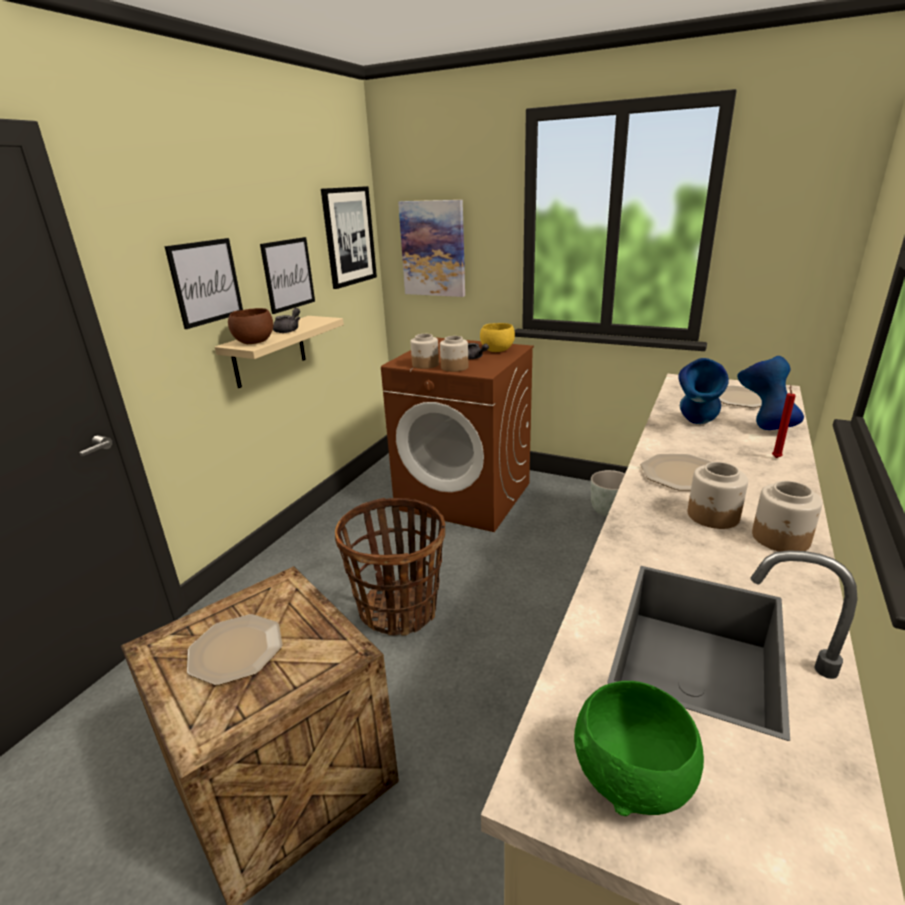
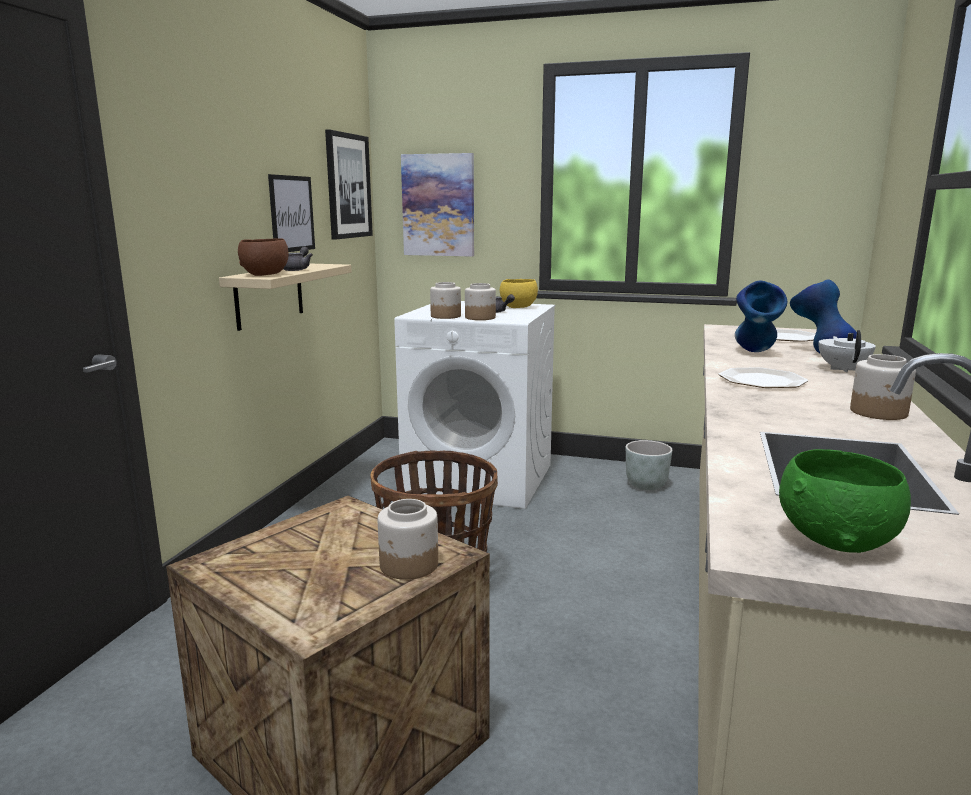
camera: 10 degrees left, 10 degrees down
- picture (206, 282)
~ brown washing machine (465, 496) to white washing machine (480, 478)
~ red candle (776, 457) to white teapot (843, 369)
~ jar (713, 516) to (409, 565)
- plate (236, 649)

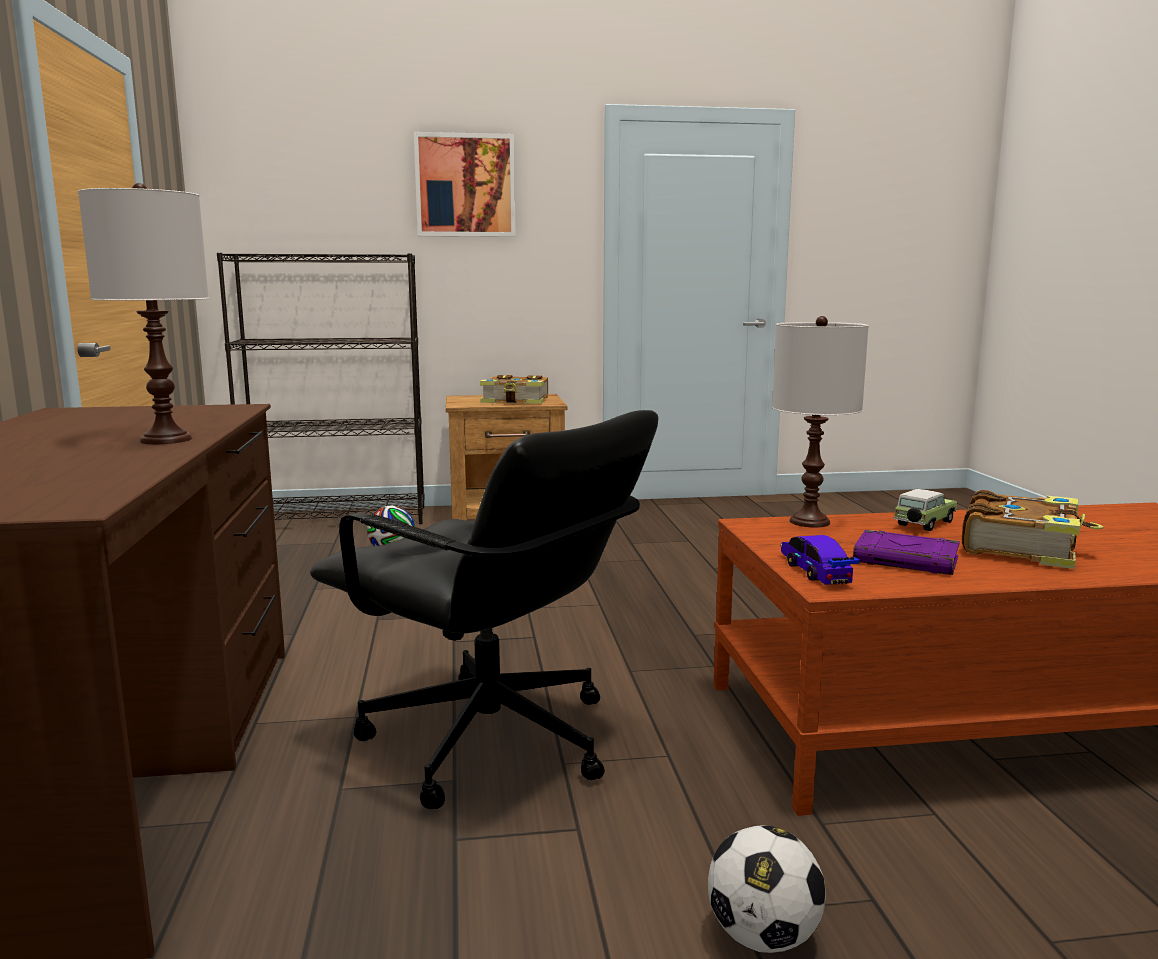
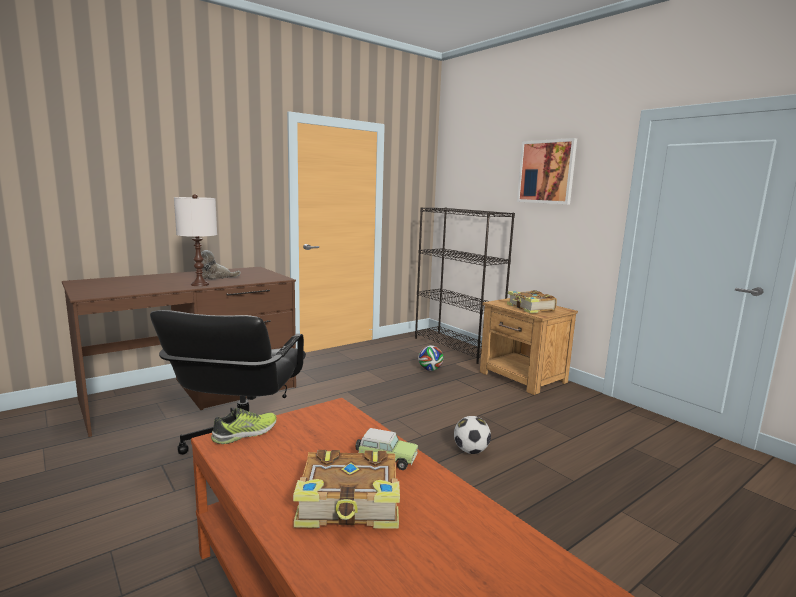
camera: 60 degrees right, 0 degrees up
- white table lamp (809, 522)
- purple book (907, 560)
~ toy car (815, 571) to shoe (246, 433)
~ football (762, 937) to (471, 451)
+ plush toy (215, 277)

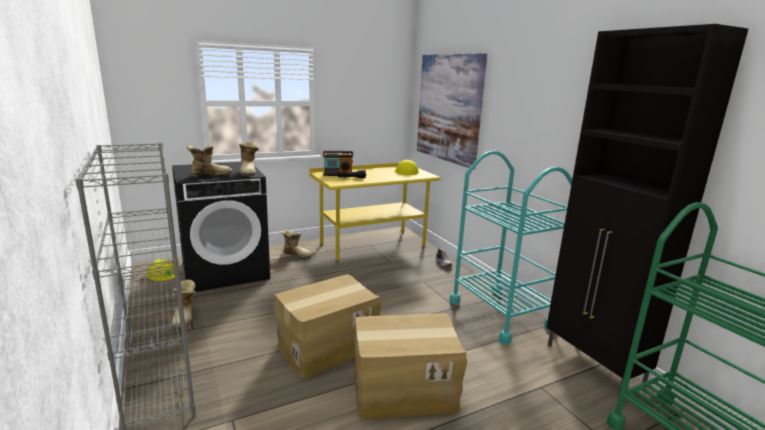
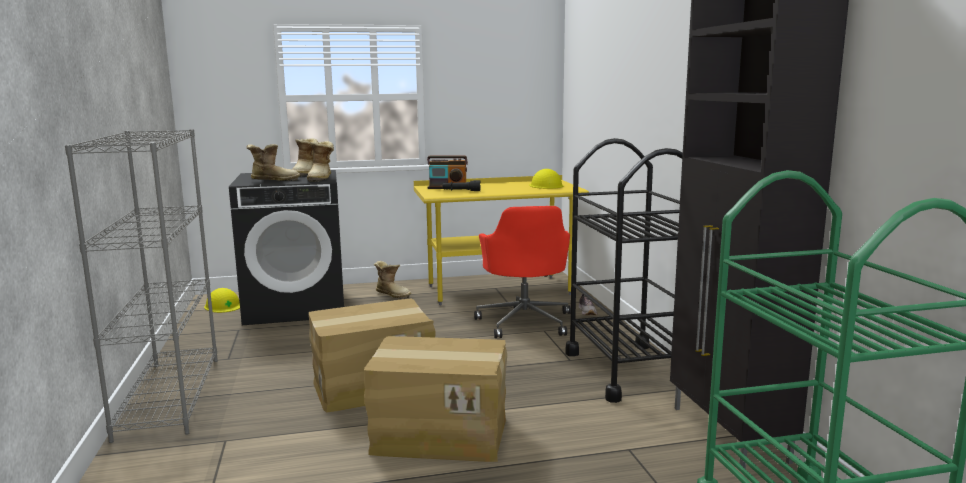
camera: 15 degrees right, 5 degrees down
- picture (449, 108)
~ turquoise cart (500, 314) to black cart (629, 371)
~ boot (185, 317) to (306, 173)
+ red office chair (525, 321)

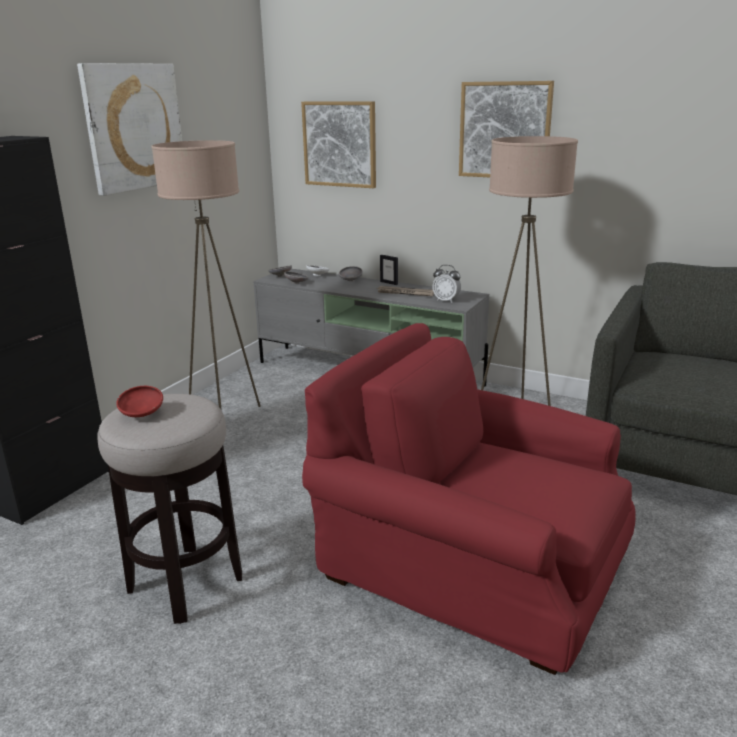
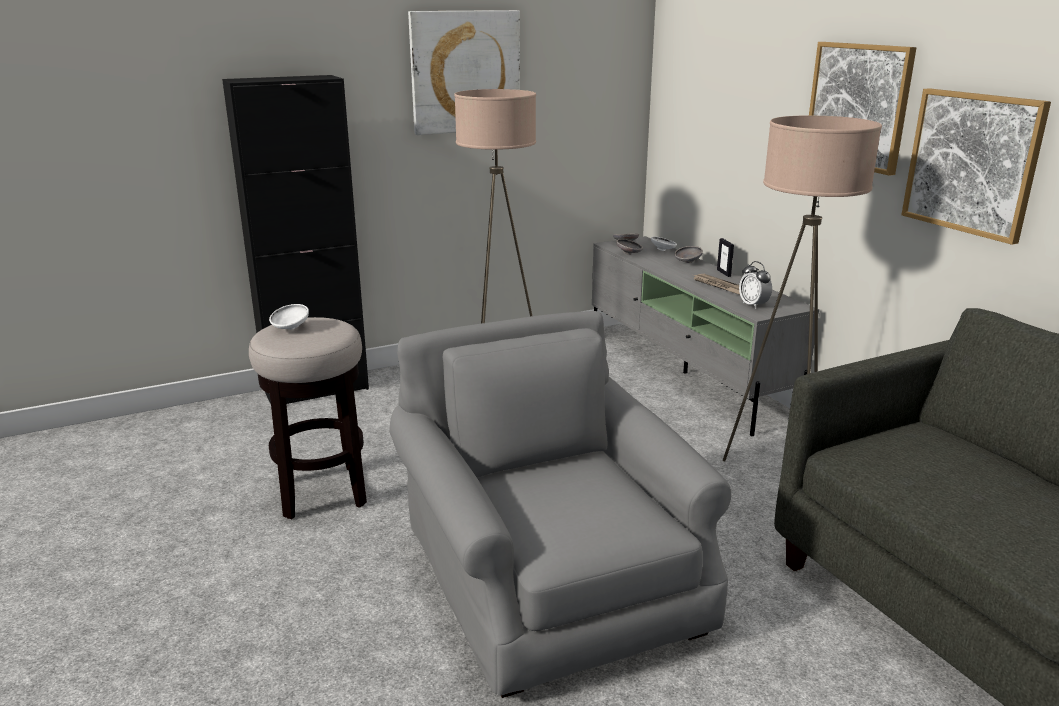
camera: 35 degrees right, 0 degrees up
~ picture (340, 144) to (972, 163)
~ red armchair (472, 566) to grey armchair (551, 580)
~ red bowl (141, 415) to white bowl (290, 328)

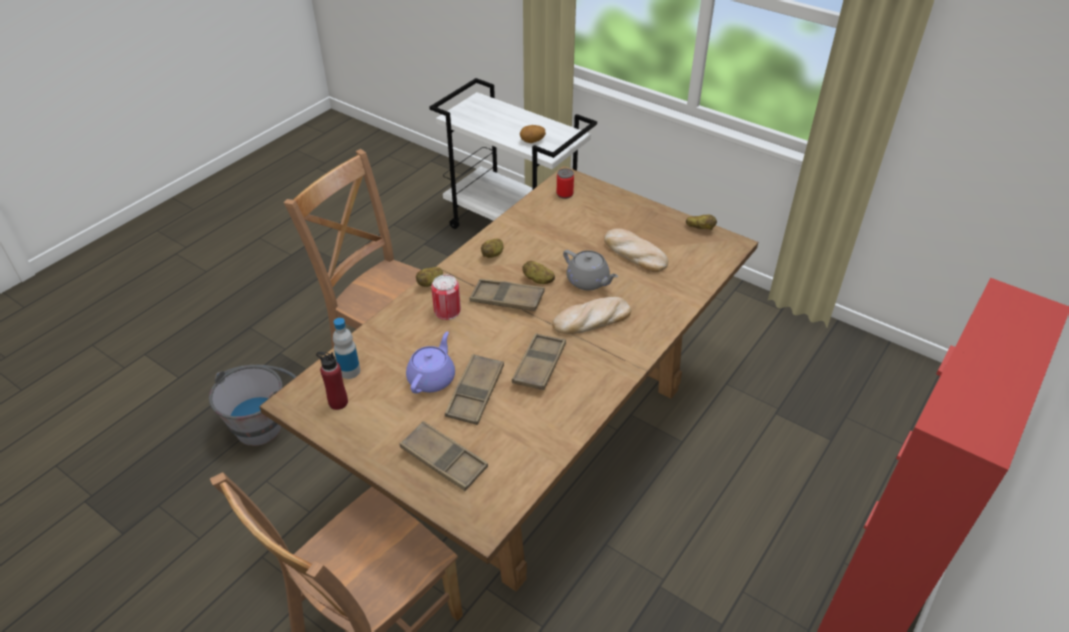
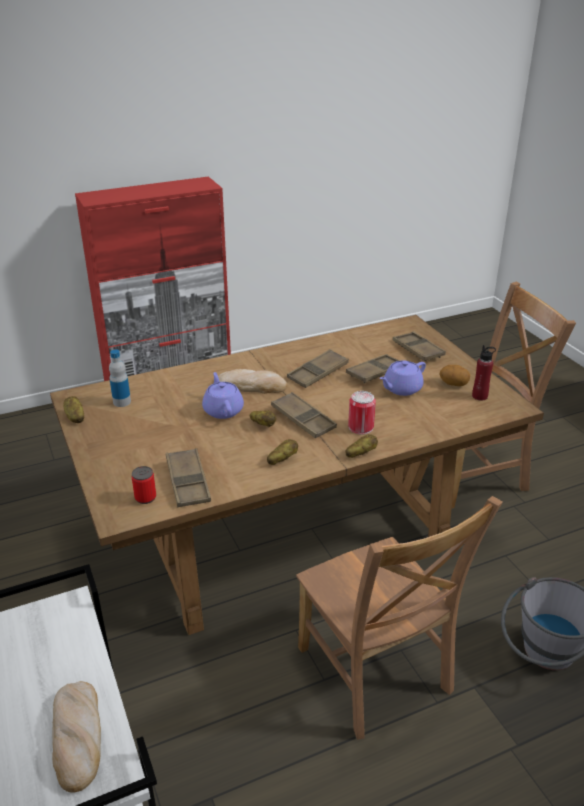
camera: 150 degrees left, 10 degrees down
~ potato (532, 141) to (453, 384)
~ bread (634, 253) to (77, 737)
~ grey teapot (588, 281) to purple teapot (223, 410)
~ bottle (349, 371) to (122, 402)
+ brown tray (188, 482)

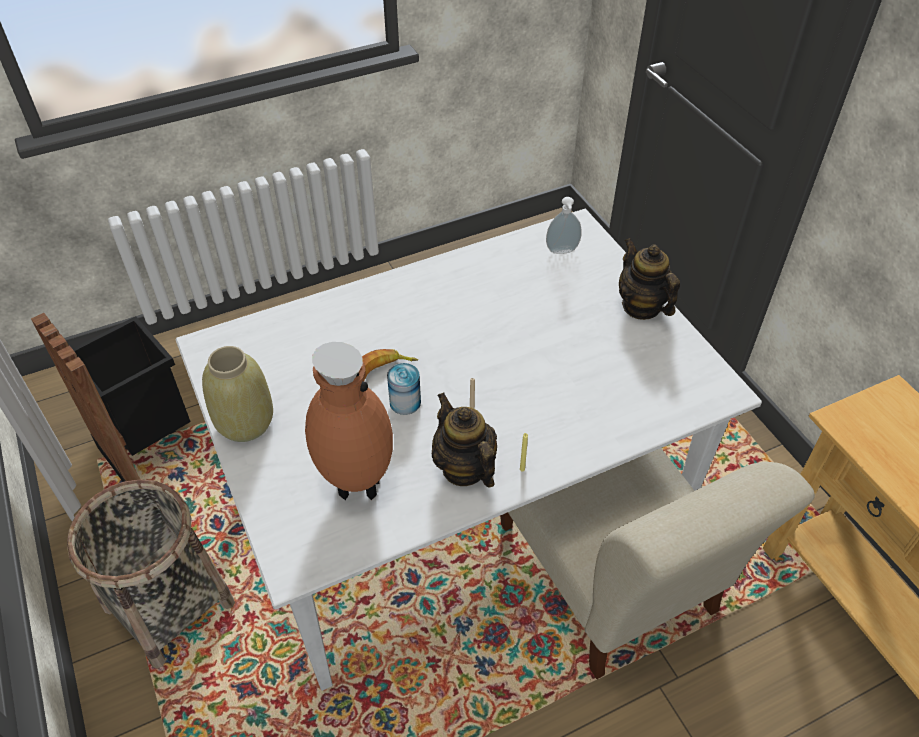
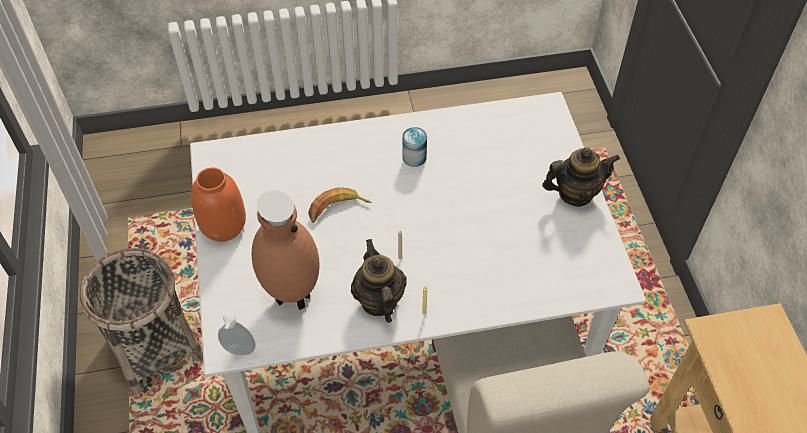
camera: 15 degrees right, 5 degrees up
~ soap dispenser (562, 251) to (239, 352)
~ teapot (641, 306) = (575, 193) 90 degrees clockwise
- black trash can (152, 451)
~ beige vase (246, 422) to orange vase (224, 226)
~ can (405, 402) to (414, 157)

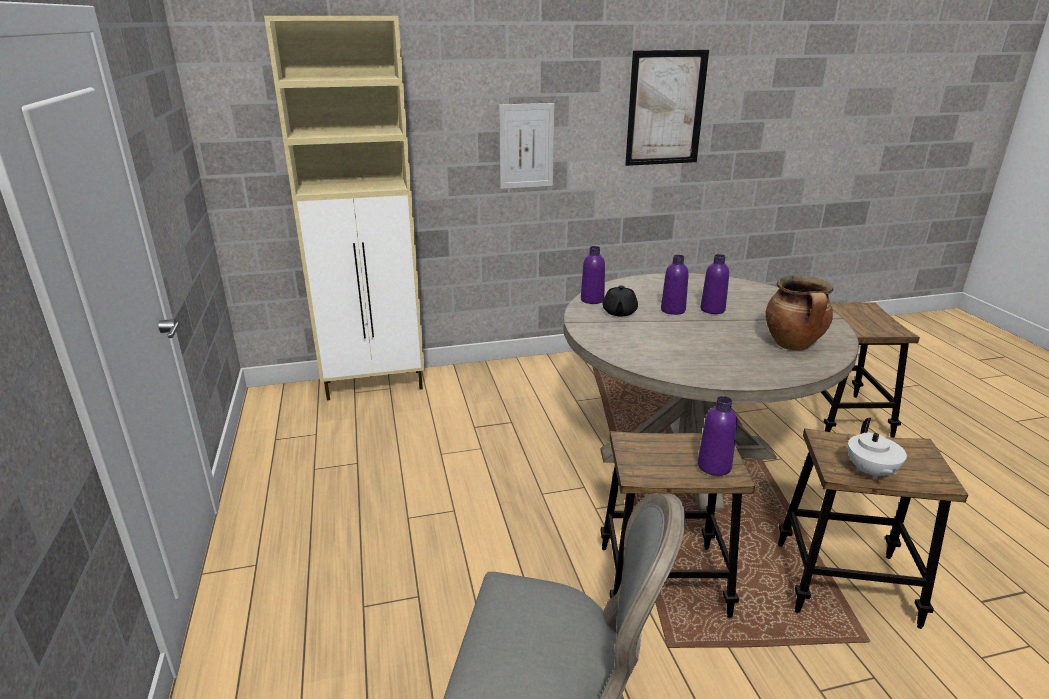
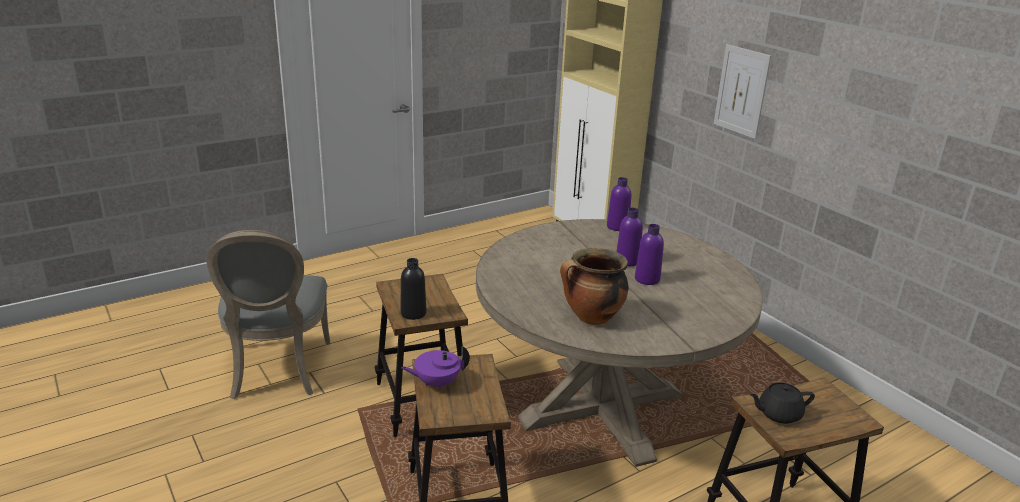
camera: 70 degrees right, 0 degrees up
- picture (665, 108)
~ black teapot (619, 312) to (778, 414)
~ purple bottle (714, 466) to black bottle (413, 313)
~ white teapot (870, 472) to purple teapot (436, 383)

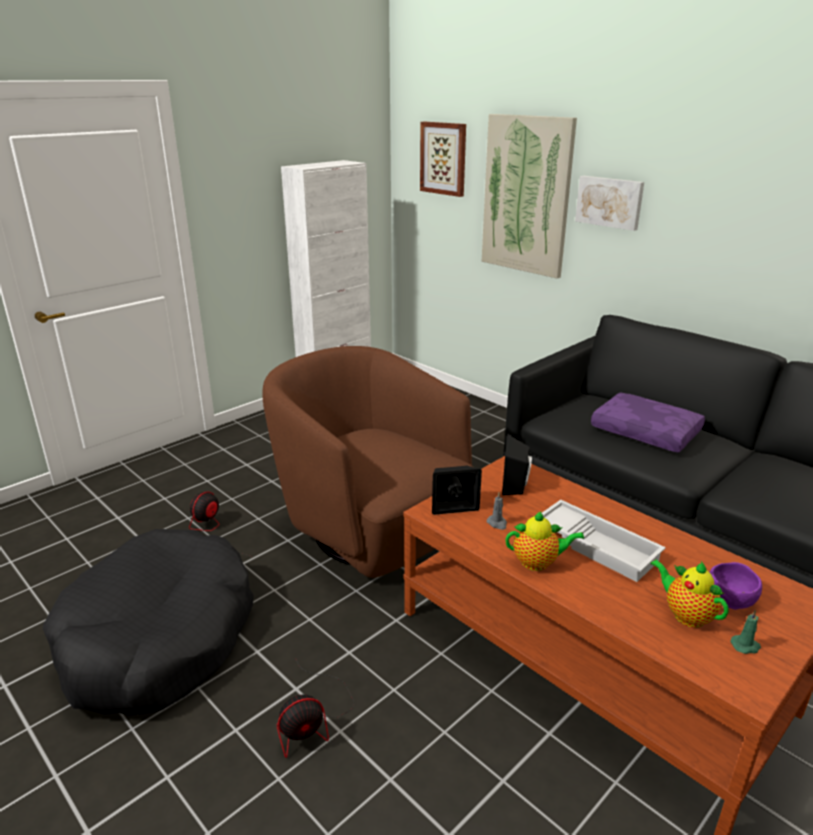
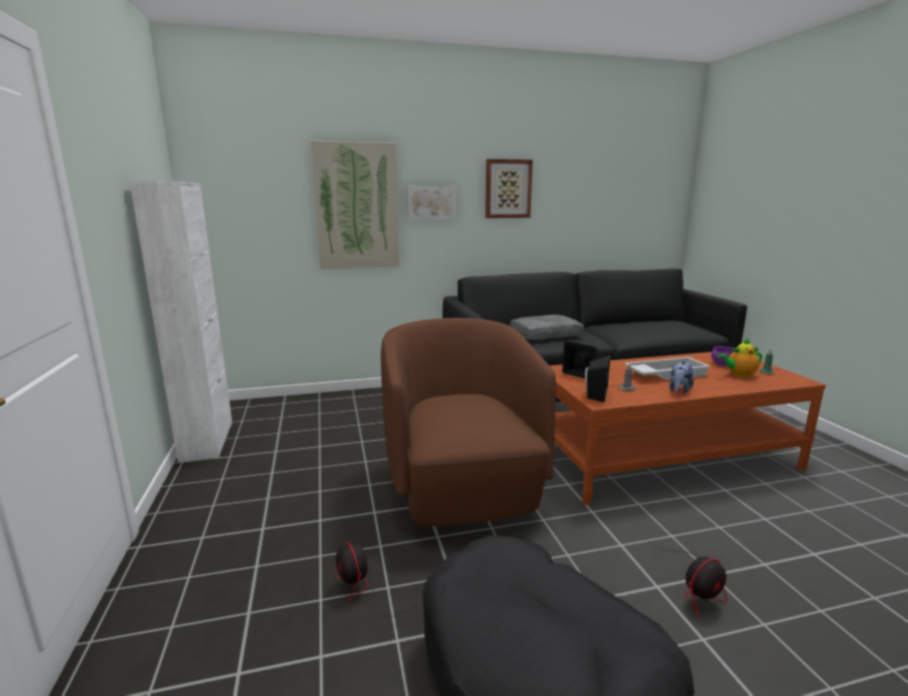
camera: 60 degrees left, 10 degrees down
~ picture (443, 158) to (508, 189)
~ brown armchair (372, 528) = (462, 487) 90 degrees clockwise
~ purple pillow (646, 432) to grey pillow (545, 335)
~ teapot (538, 562) to plush toy (679, 390)
~ fan (312, 720) = (698, 586) 60 degrees clockwise

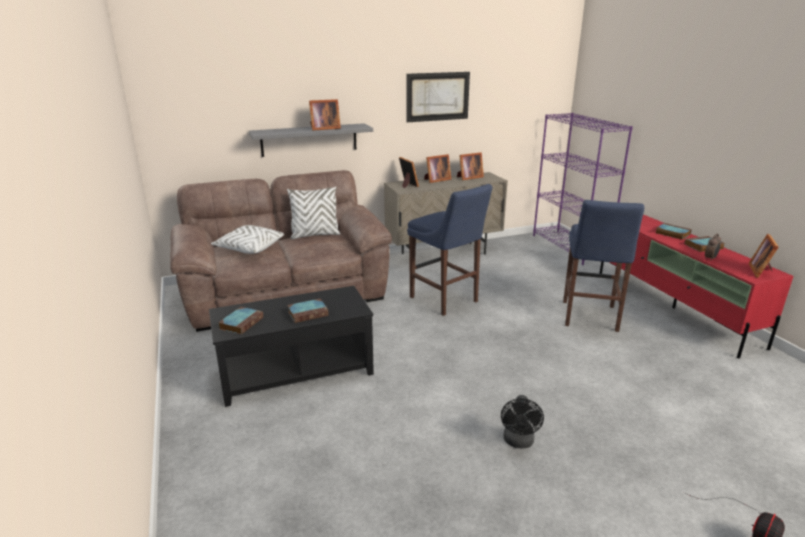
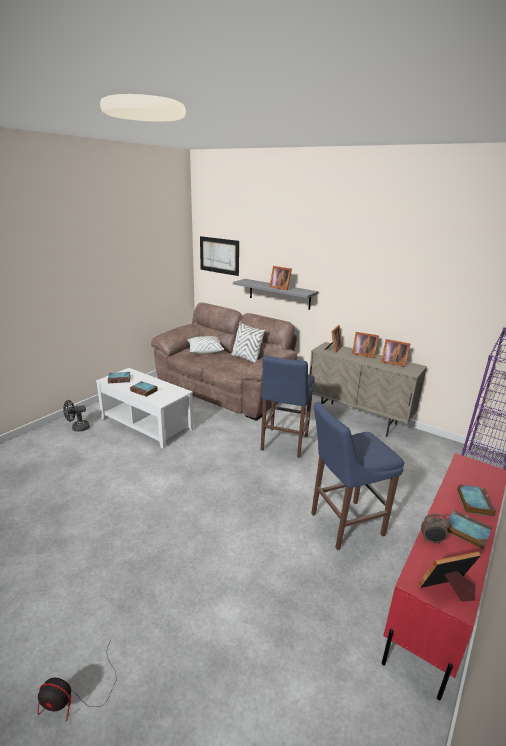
camera: 55 degrees right, 0 degrees up
~ picture (438, 96) to (219, 255)
~ black coffee table (296, 371) to white coffee table (146, 424)
~ black fan (518, 442) to (77, 428)

